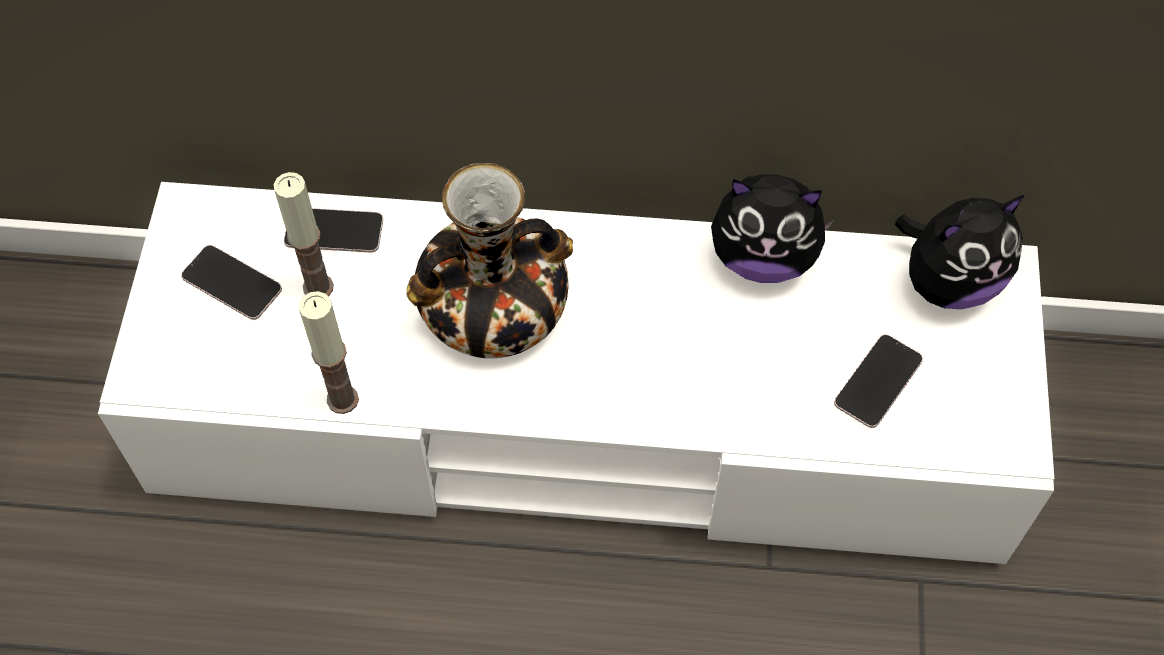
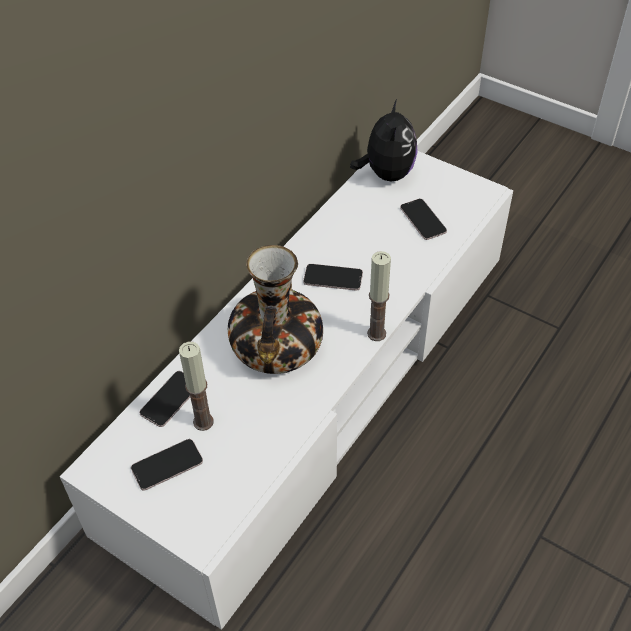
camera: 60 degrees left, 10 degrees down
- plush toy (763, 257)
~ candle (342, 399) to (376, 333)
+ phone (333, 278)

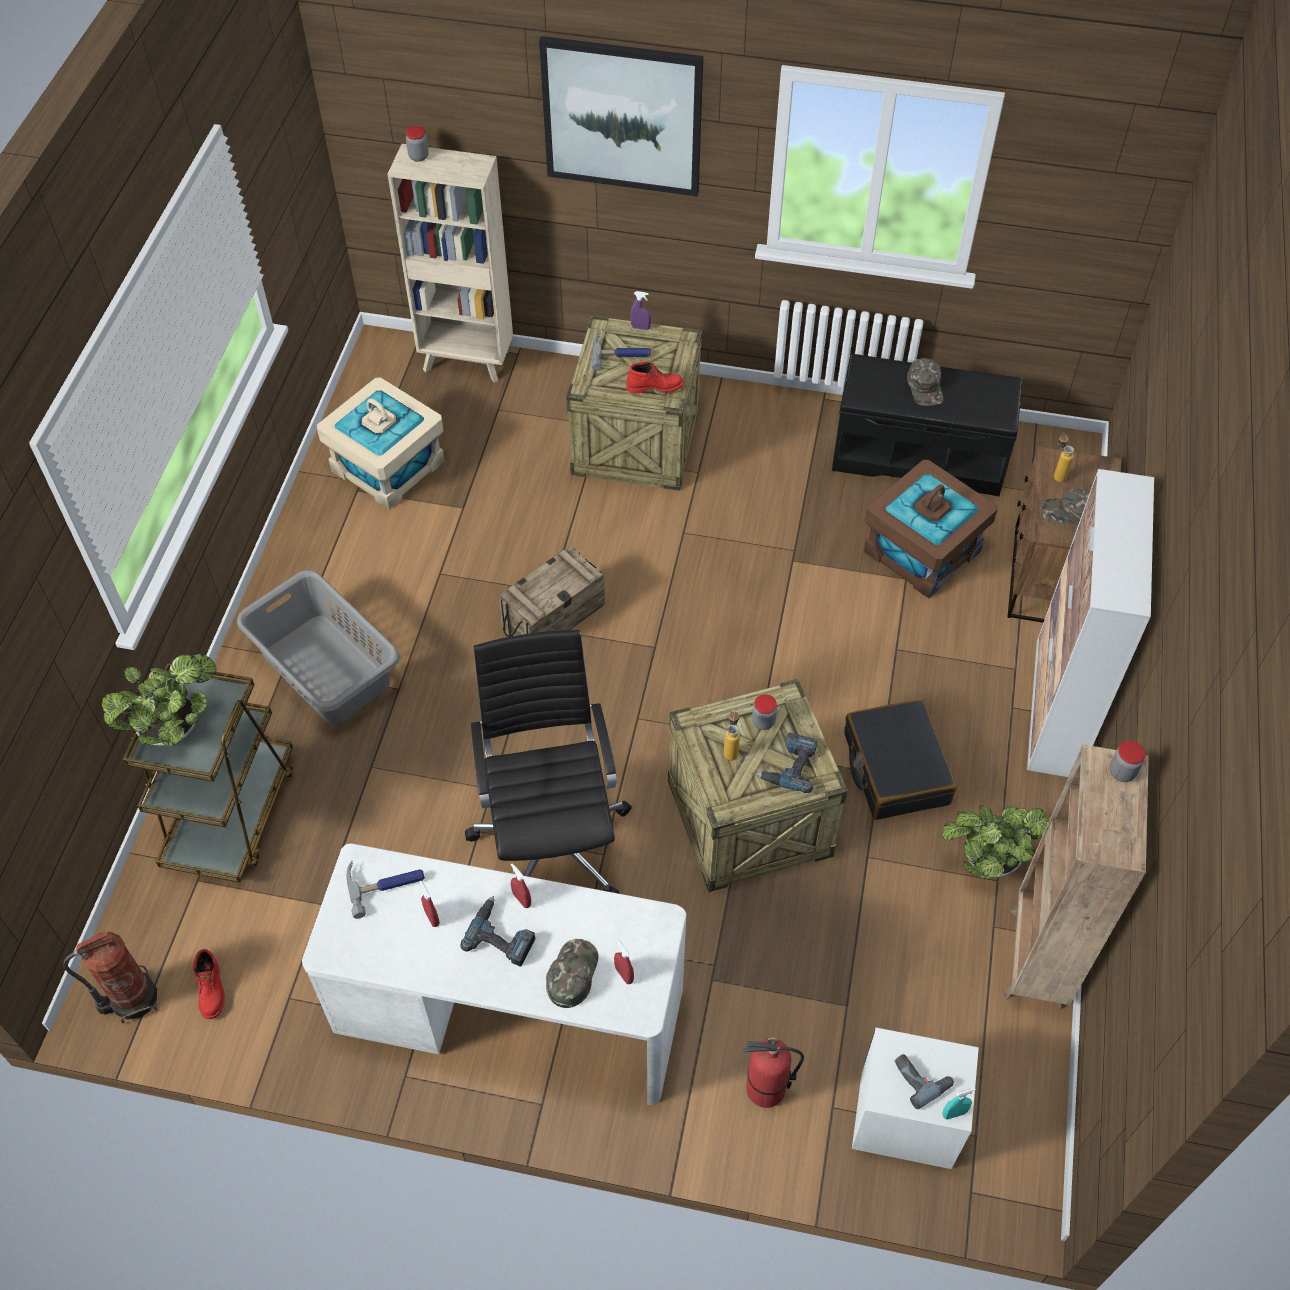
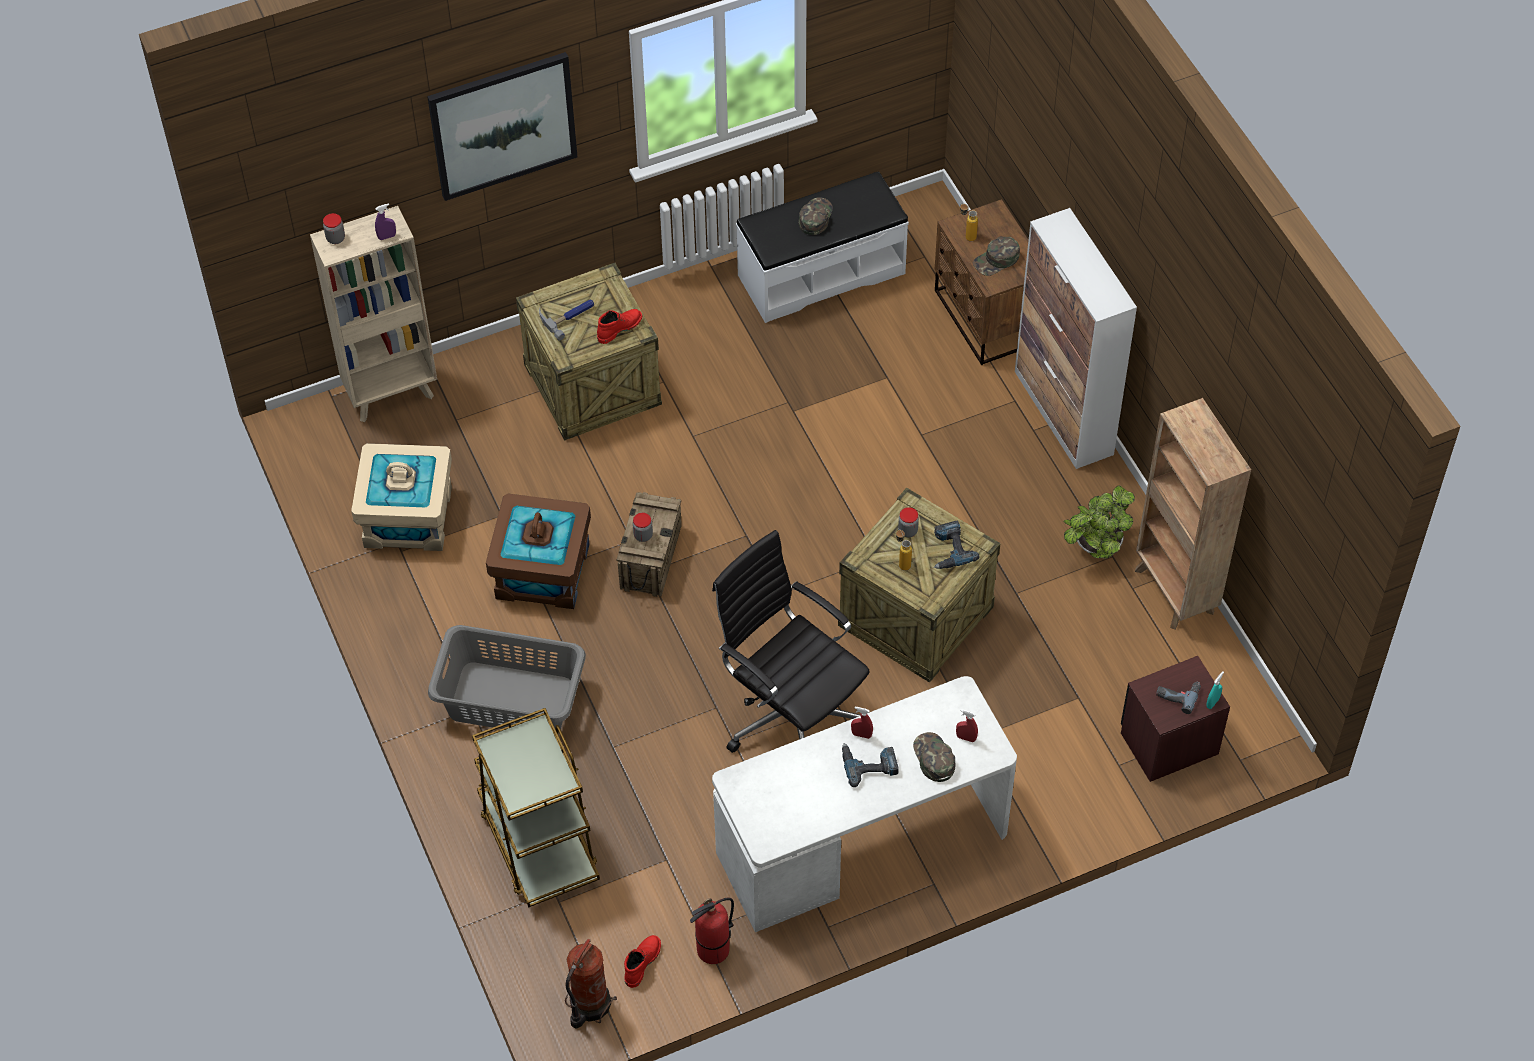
camera: 35 degrees left, 0 degrees up
~ purple spray bottle (640, 327) to (387, 236)
~ black bench (918, 455) to white bench (821, 273)
~ green cap (925, 387) = (815, 217) 120 degrees counterclockwise
~ brown storage box (921, 551) to (542, 571)
- potted plant (176, 728)
- black suitcase (895, 768)
~ jar (1122, 772) to (643, 535)
- hammer (386, 883)
- red spray bottle (432, 917)
~ red boot (212, 989) = (641, 962) 105 degrees counterclockwise
~ white nightstand (905, 1119) to brown nightstand (1169, 743)
~ fire extinguisher (765, 1089) to (713, 950)

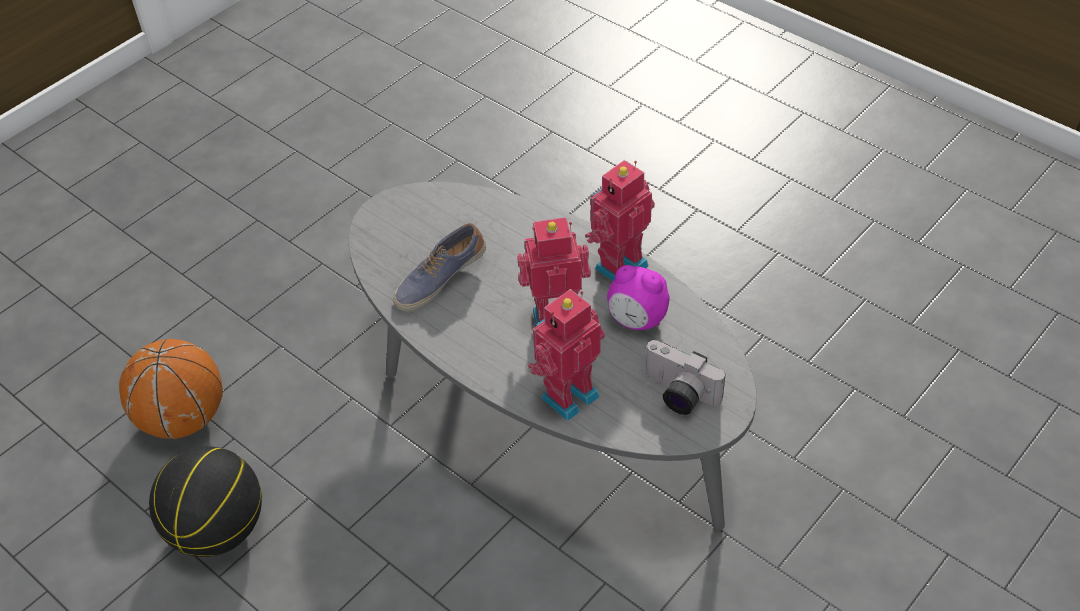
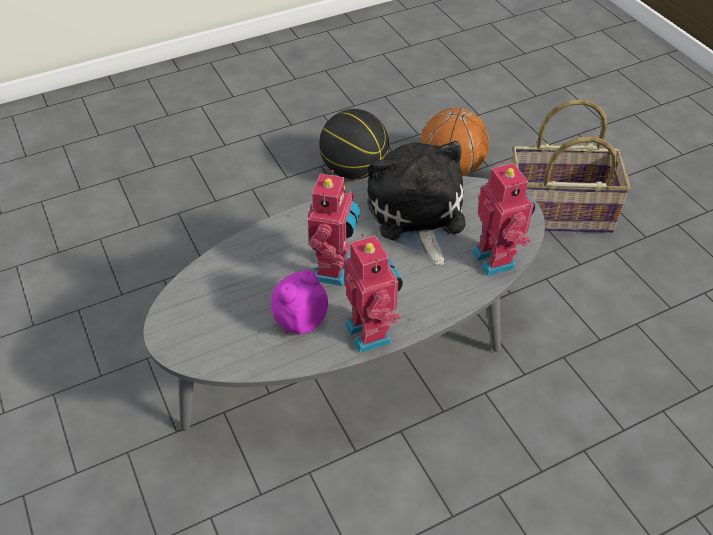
camera: 110 degrees right, 0 degrees up
~ shoe (439, 279) to plush toy (417, 216)
~ toy robot (567, 395) to (496, 259)
- photo camera (677, 394)
+ basket (557, 214)

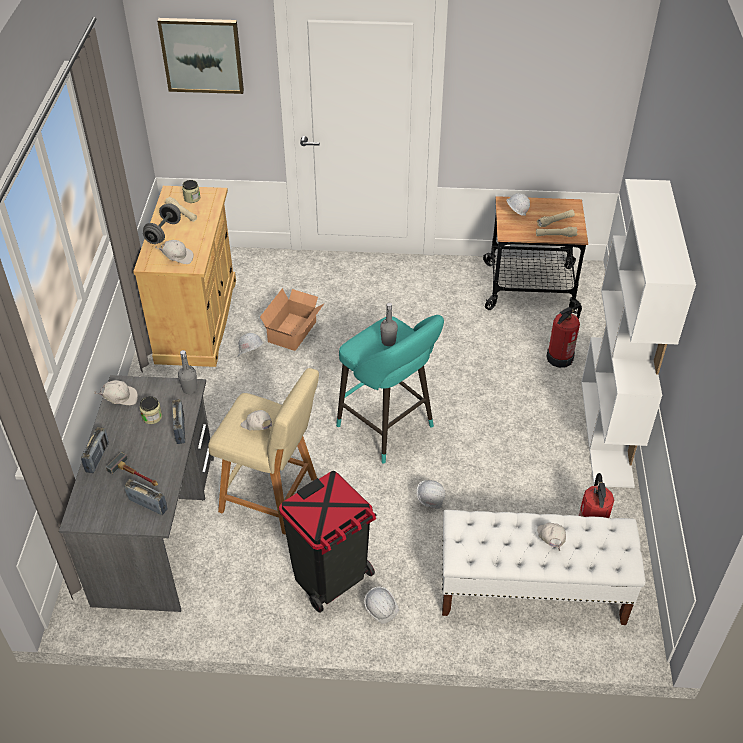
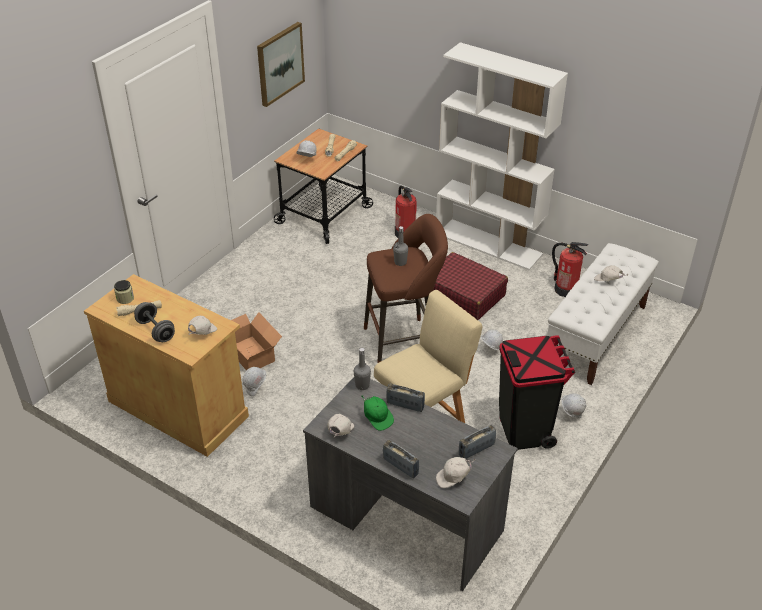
camera: 60 degrees left, 5 degrees down
~ picture (202, 55) to (280, 63)
~ turquoise stool (389, 429) to brown stool (404, 342)
~ jar (152, 417) to green cap (377, 418)
~ white cap (257, 429) to (453, 478)
- hammer (136, 475)
+ red suitcase (463, 295)

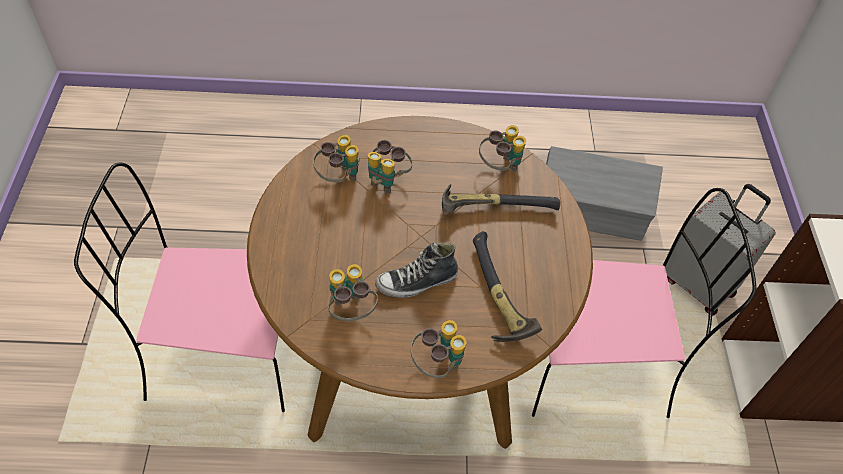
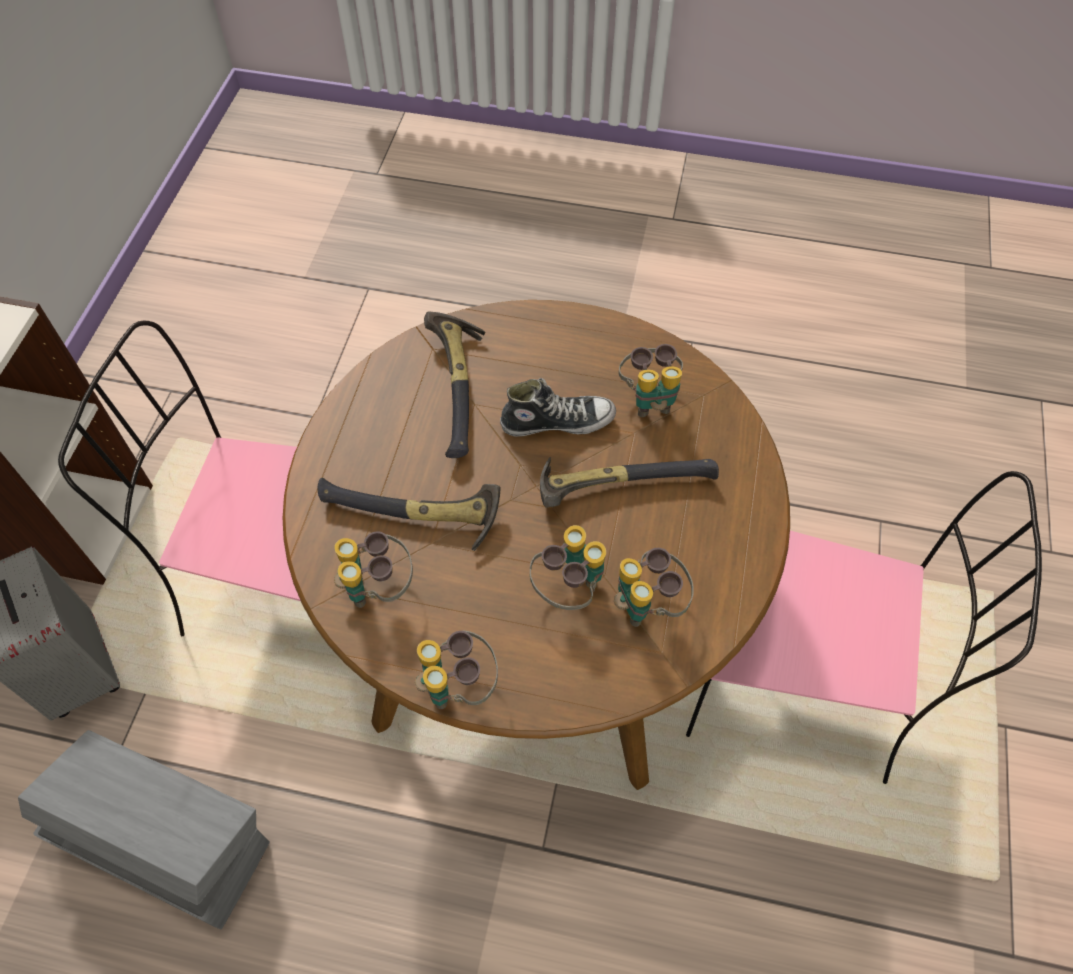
camera: 165 degrees left, 5 degrees up
~ binoculars (437, 364) to (458, 685)
+ hammer (618, 483)

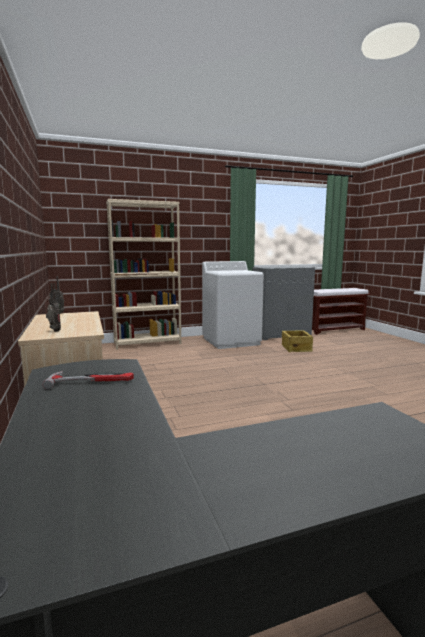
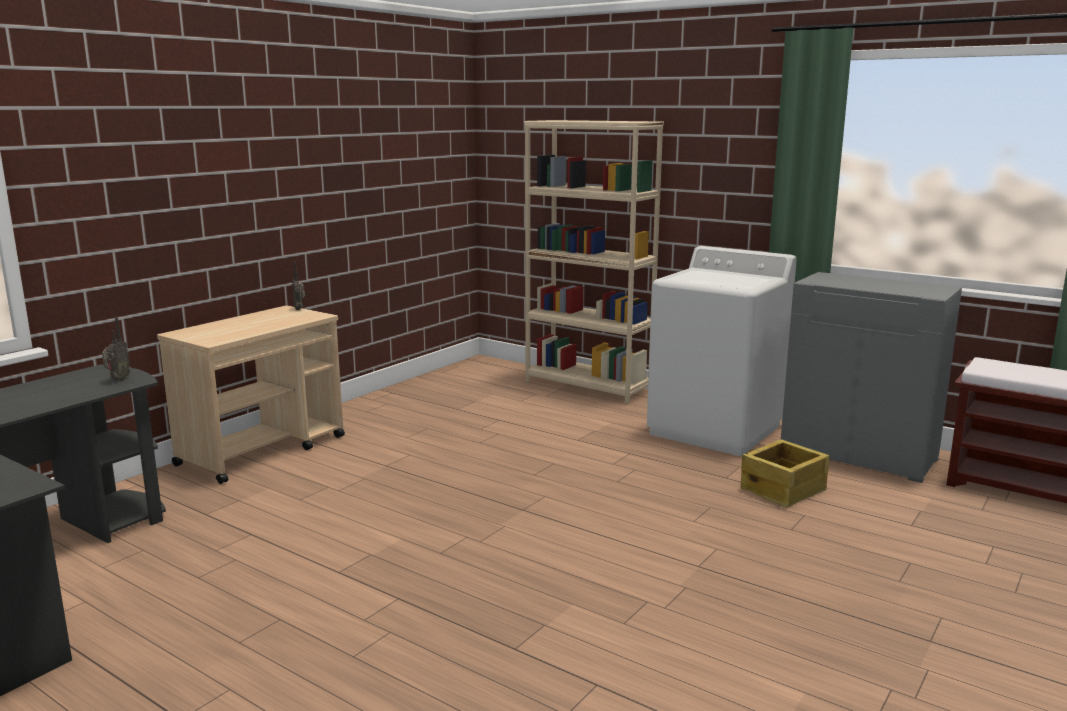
camera: 55 degrees right, 5 degrees up
~ radio (54, 331) to (118, 380)
- hammer (91, 381)

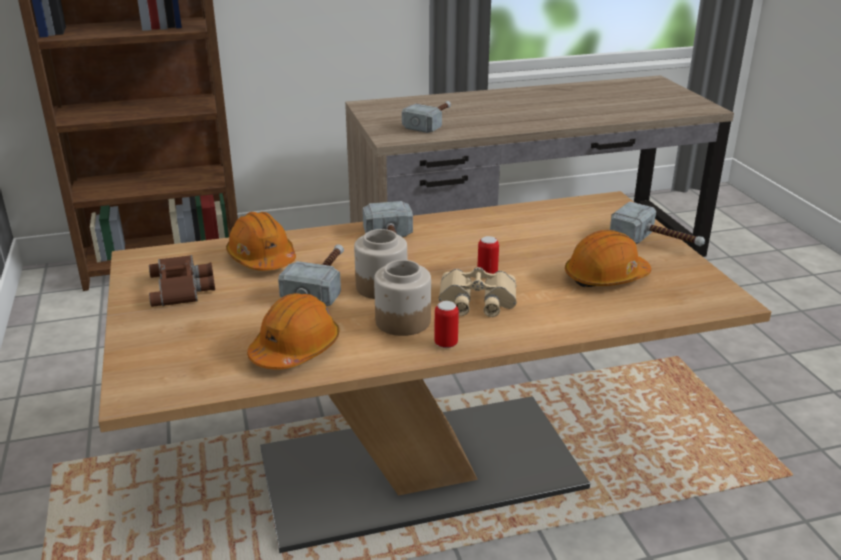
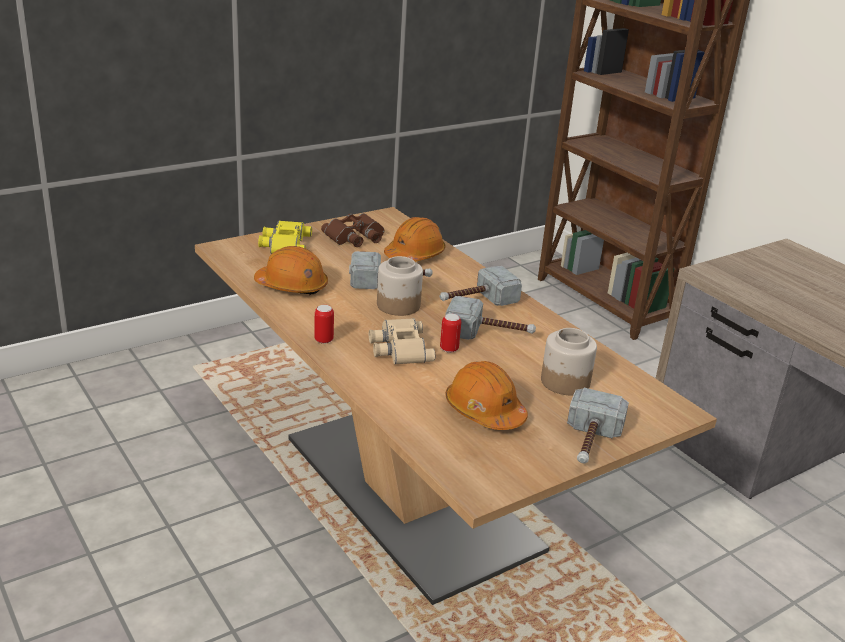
camera: 70 degrees right, 0 degrees up
~ hammer (432, 122) to (489, 334)
~ jar (402, 321) to (564, 382)
+ yellow binoculars (284, 244)

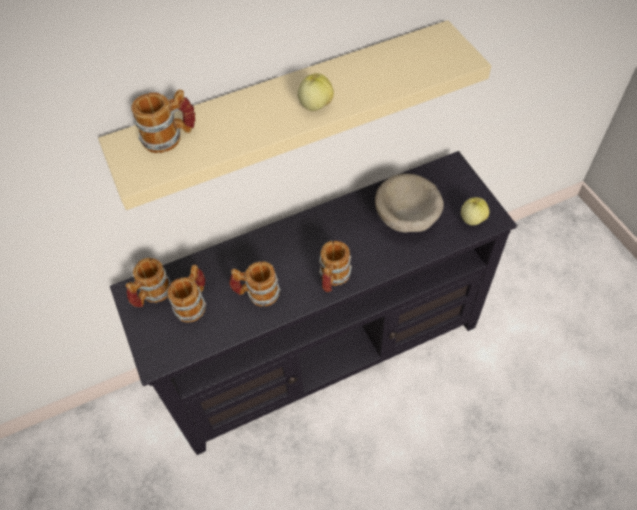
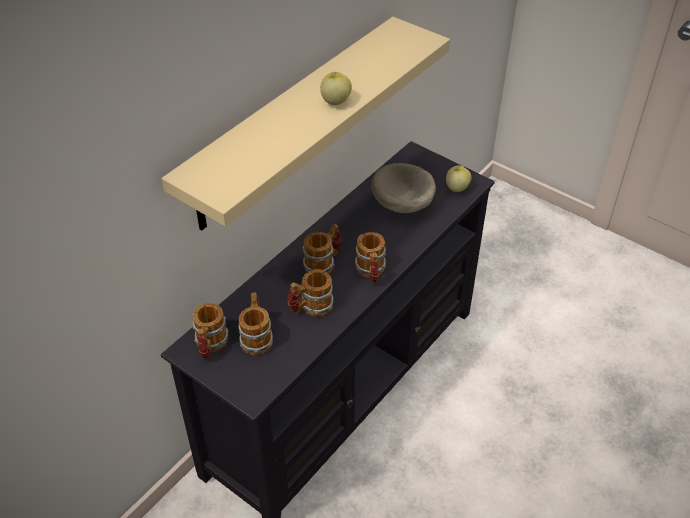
camera: 30 degrees left, 10 degrees down
~ mug (170, 137) to (323, 263)

